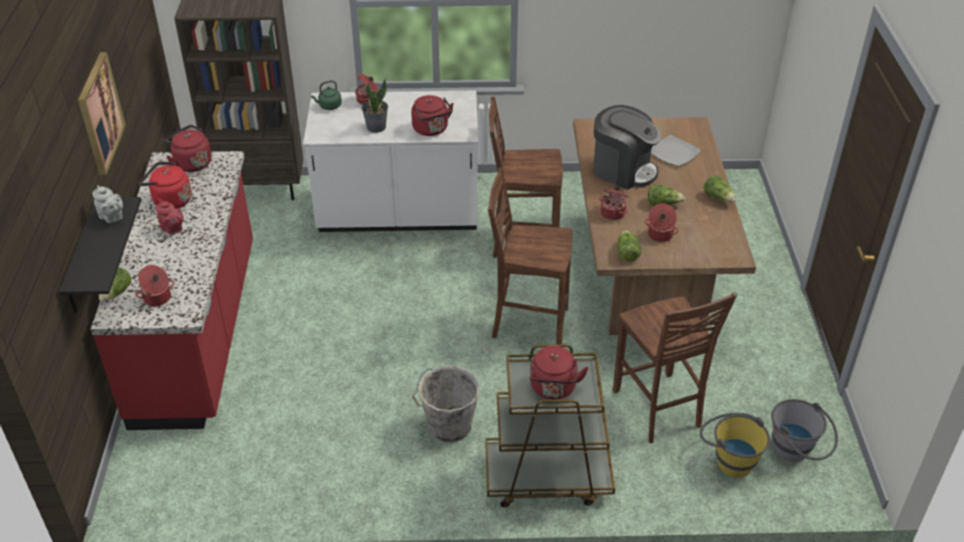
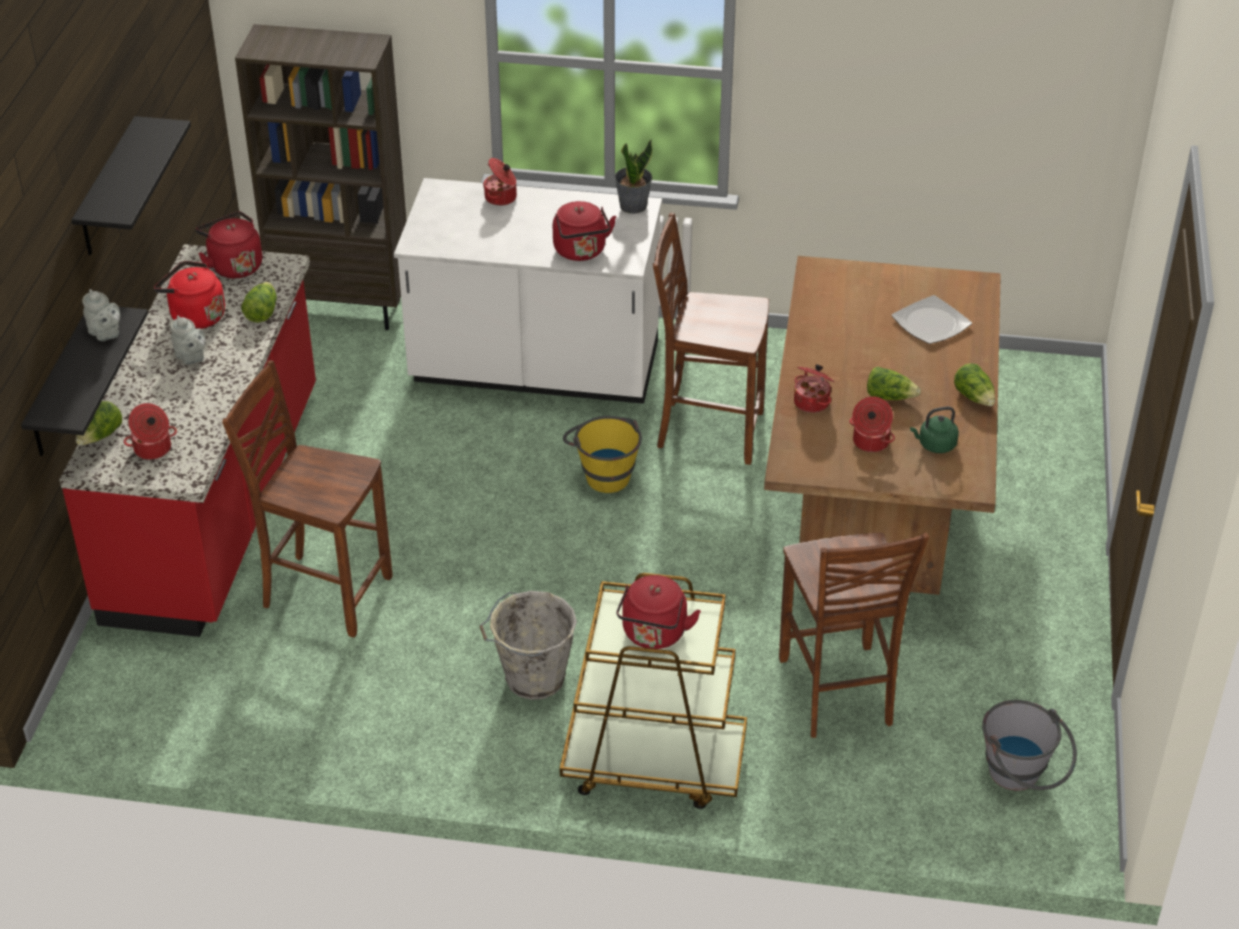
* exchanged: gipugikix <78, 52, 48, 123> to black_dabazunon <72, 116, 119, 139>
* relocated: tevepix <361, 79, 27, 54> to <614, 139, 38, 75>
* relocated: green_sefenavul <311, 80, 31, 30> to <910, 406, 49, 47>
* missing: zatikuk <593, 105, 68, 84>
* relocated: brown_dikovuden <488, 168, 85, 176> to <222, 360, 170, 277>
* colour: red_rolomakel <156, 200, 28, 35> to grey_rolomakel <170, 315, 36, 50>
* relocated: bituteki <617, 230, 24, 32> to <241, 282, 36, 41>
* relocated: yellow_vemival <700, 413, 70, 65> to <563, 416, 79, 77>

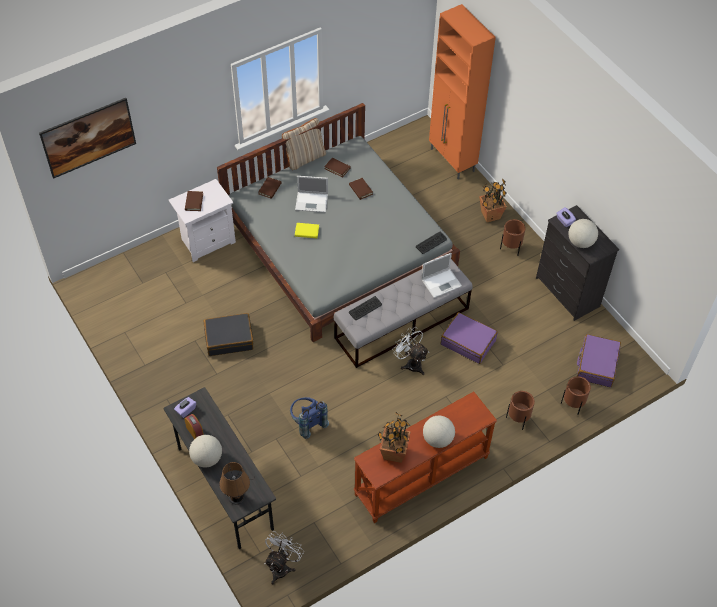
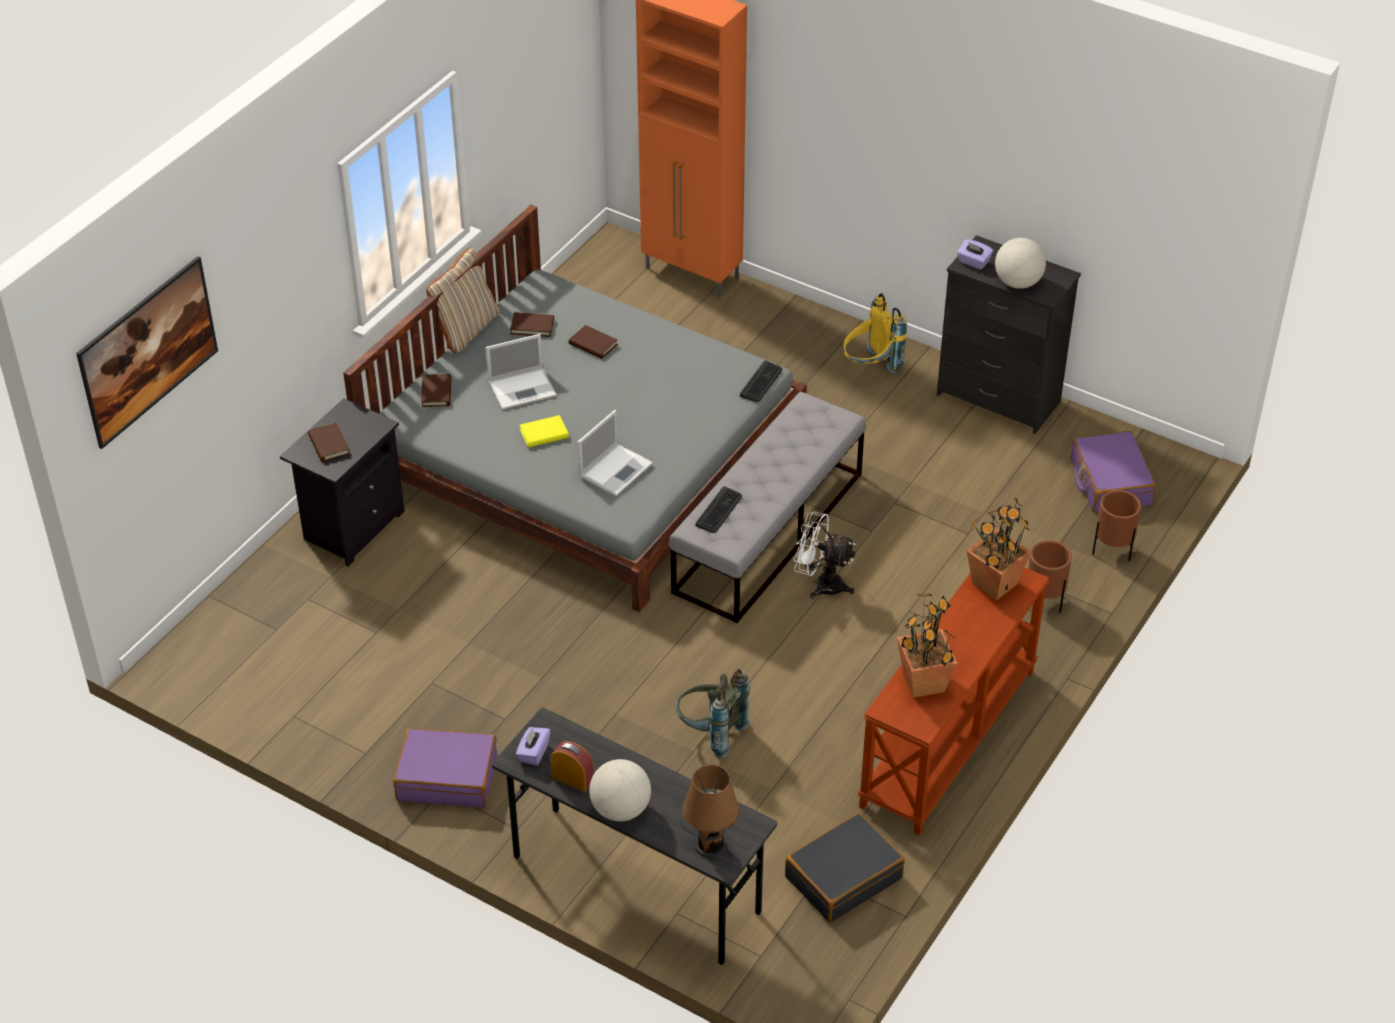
* colour: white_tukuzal <169, 179, 67, 83> to black_tukuzal <280, 398, 125, 169>
* relocated: tevepix <479, 179, 28, 43> to <967, 497, 64, 103>
* exchanged: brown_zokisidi <500, 219, 26, 37> to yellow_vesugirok <843, 293, 64, 80>
* relocated: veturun <421, 253, 41, 45> to <577, 410, 76, 86>
* relocated: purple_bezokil <441, 312, 57, 52> to <393, 728, 104, 80>
* relocated: black_bezokil <204, 313, 50, 43> to <785, 813, 120, 110>
* colour: blue_vesugirok <290, 397, 39, 42> to grey_vesugirok <676, 669, 74, 89>
* missing: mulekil <423, 416, 32, 32>
* missing: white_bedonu <264, 531, 40, 53>

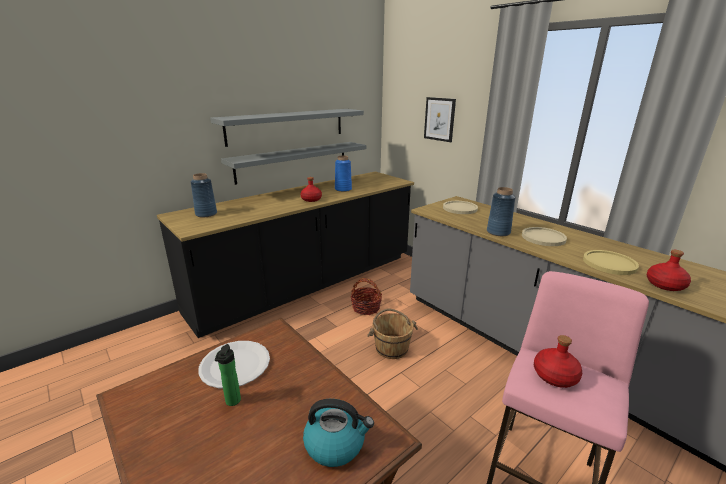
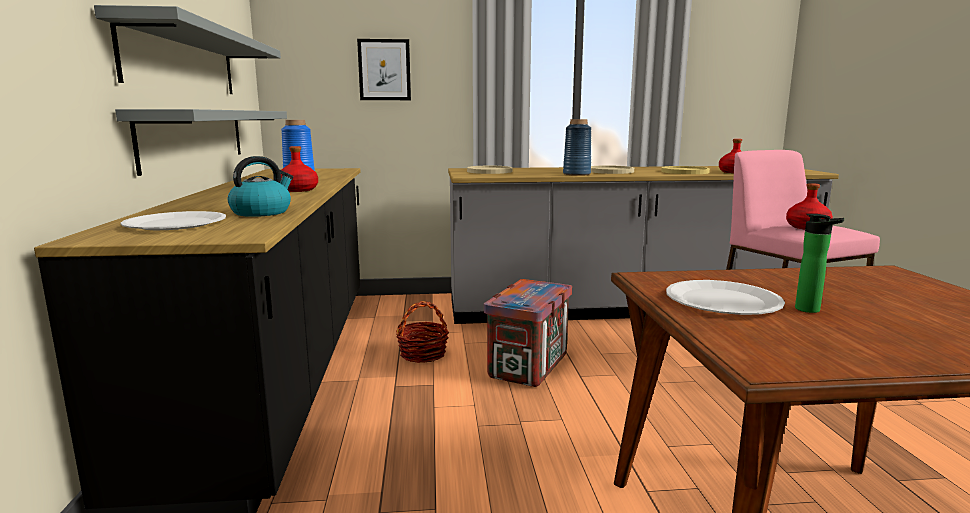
* exchanged: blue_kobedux <191, 173, 26, 44> to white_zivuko <120, 211, 106, 19>
* exchanged: brown_vemival <367, 309, 51, 50> to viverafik <484, 279, 88, 108>
* relocated: sefenavul <303, 399, 71, 68> to <228, 156, 65, 61>

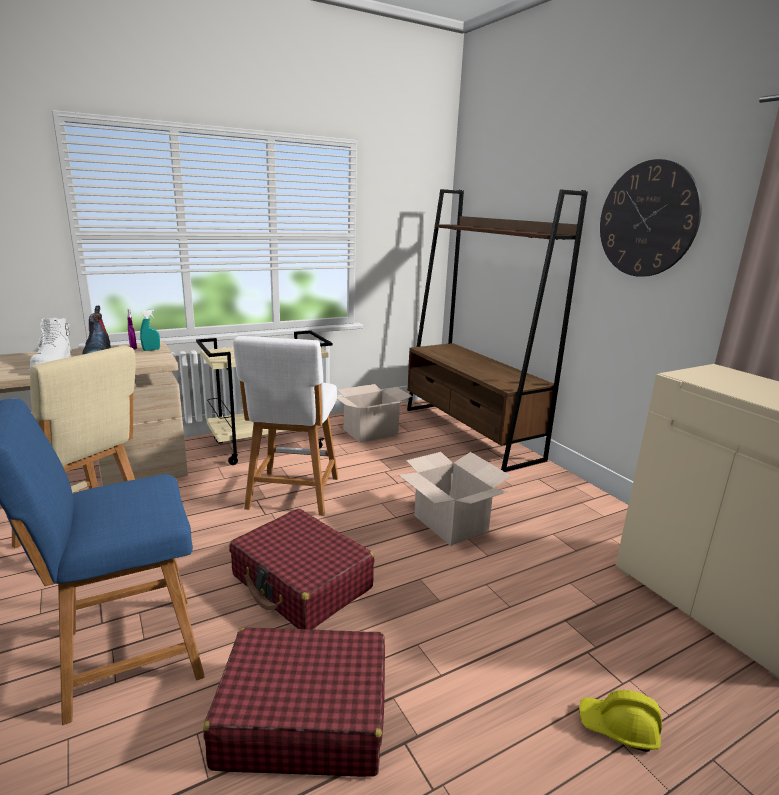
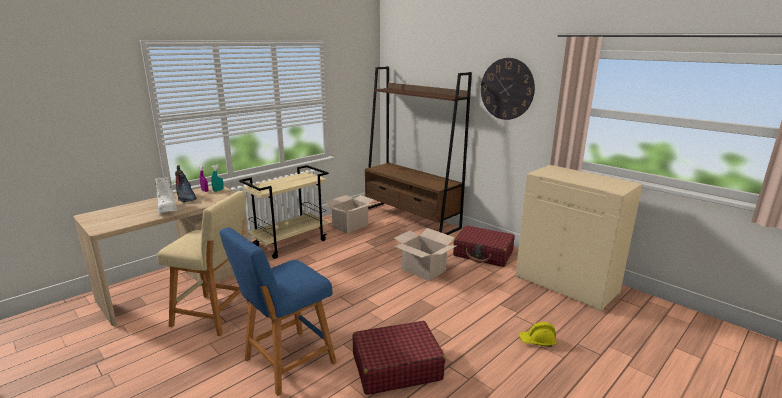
* missing: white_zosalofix <233, 336, 105, 180>
* relocated: red_bezokil <229, 509, 146, 121> to <453, 225, 62, 42>

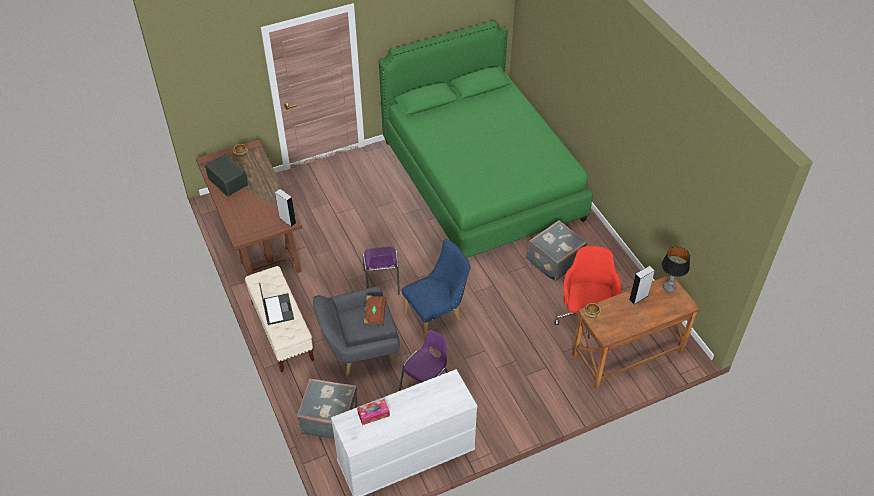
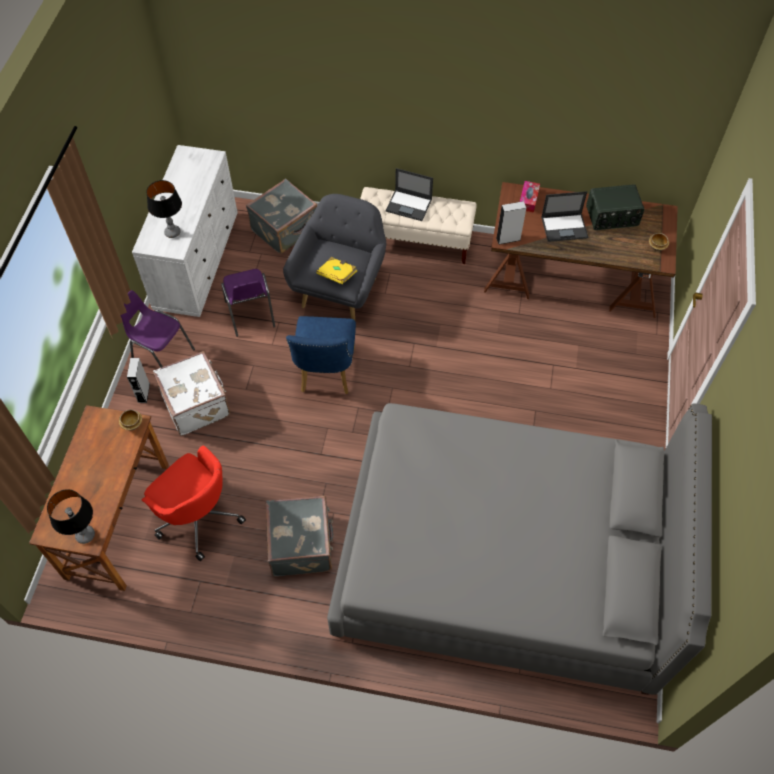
* colour: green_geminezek <379, 21, 214, 237> to grey_geminezek <327, 403, 385, 292>
* relocated: purple_dikovuden <363, 246, 37, 48> to <120, 290, 75, 78>
* relocated: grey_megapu <629, 266, 26, 39> to <127, 358, 23, 45>
* colour: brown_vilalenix <364, 295, 22, 30> to yellow_vilalenix <316, 257, 41, 27>
* relocated: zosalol <357, 399, 33, 26> to <520, 181, 20, 32>
* appeared: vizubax <146, 180, 36, 58>
* appeared: veturun <541, 191, 47, 51>
* appeared: white_bezokil <153, 351, 77, 85>

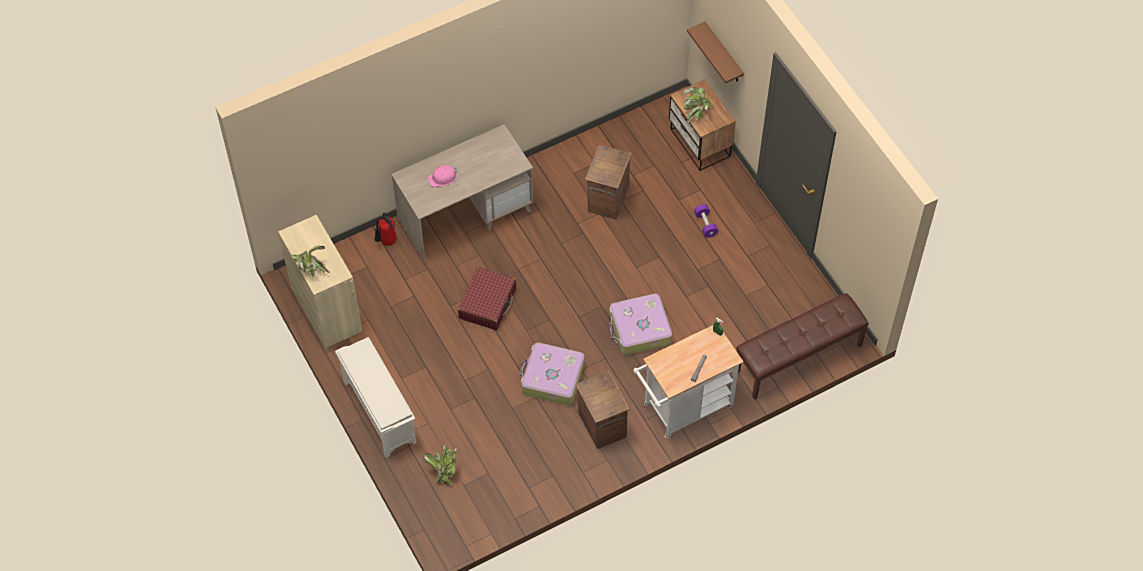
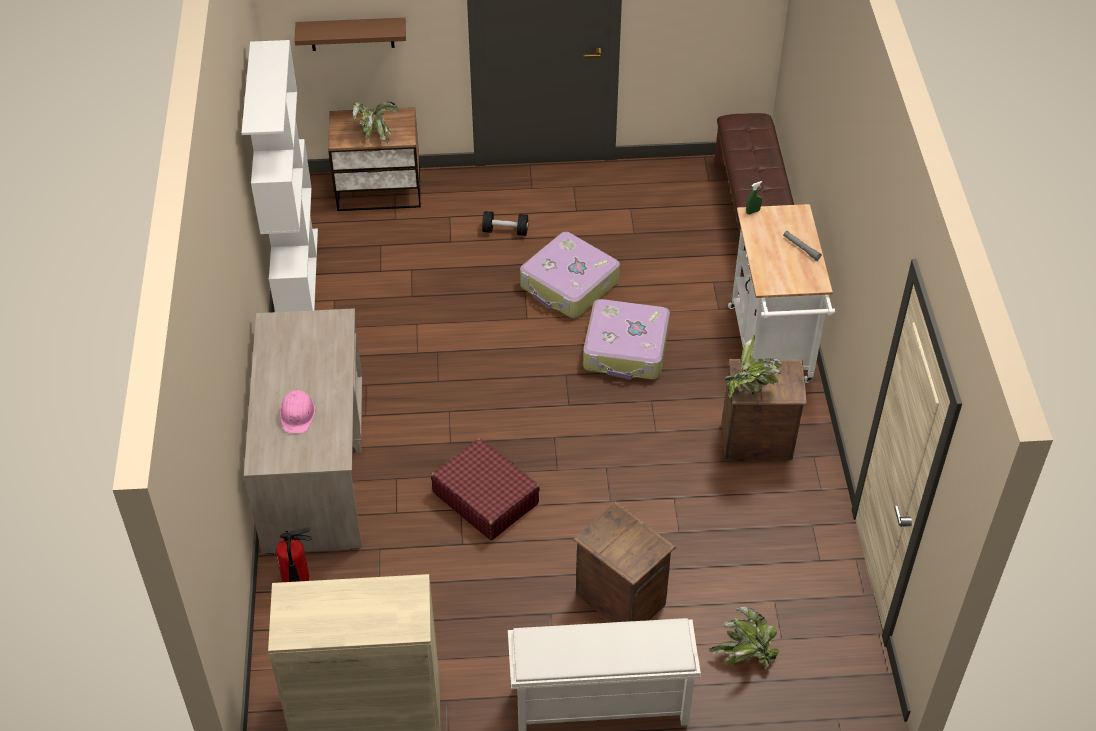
* relocated: viverafik <585, 145, 47, 75> to <573, 502, 103, 120>
* colour: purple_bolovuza <694, 204, 24, 33> to black_bolovuza <482, 211, 46, 25>
* relocated: tevepix <291, 245, 38, 32> to <725, 335, 57, 63>
* relocated: bezokil <520, 342, 64, 63> to <520, 232, 100, 86>
* appeared: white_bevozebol <242, 40, 76, 272>

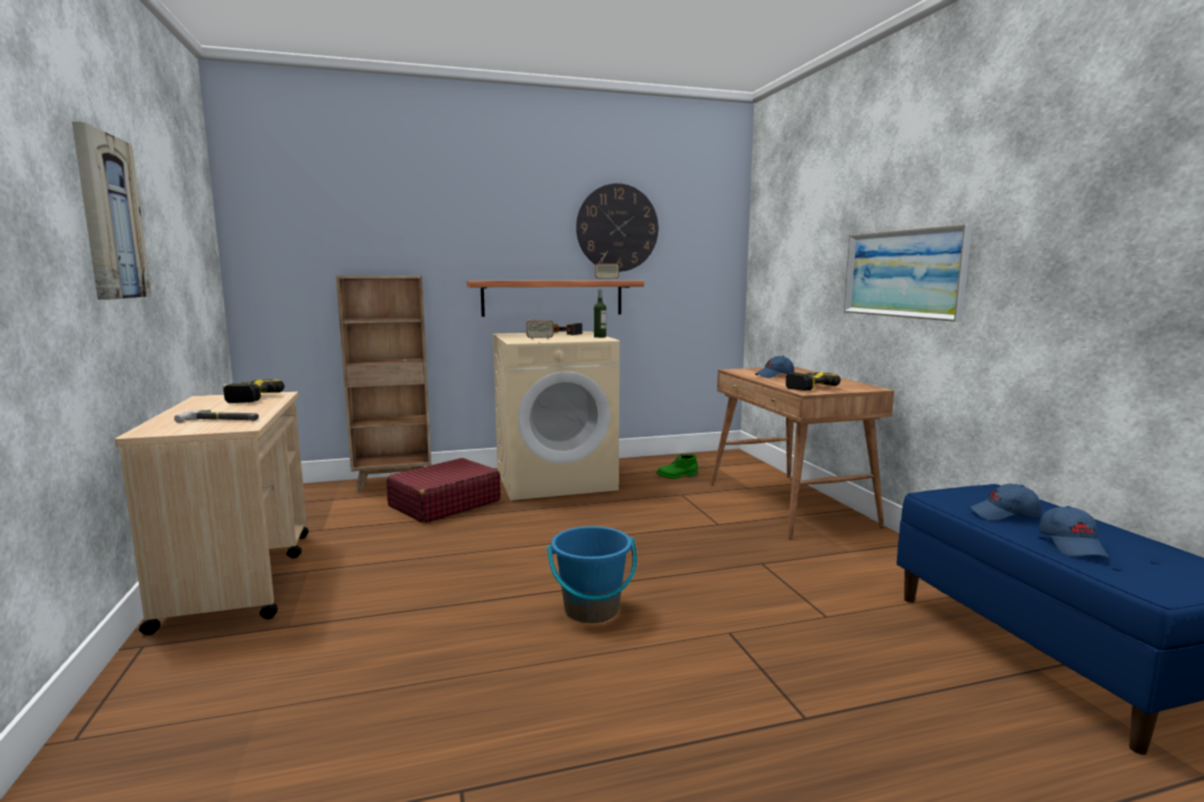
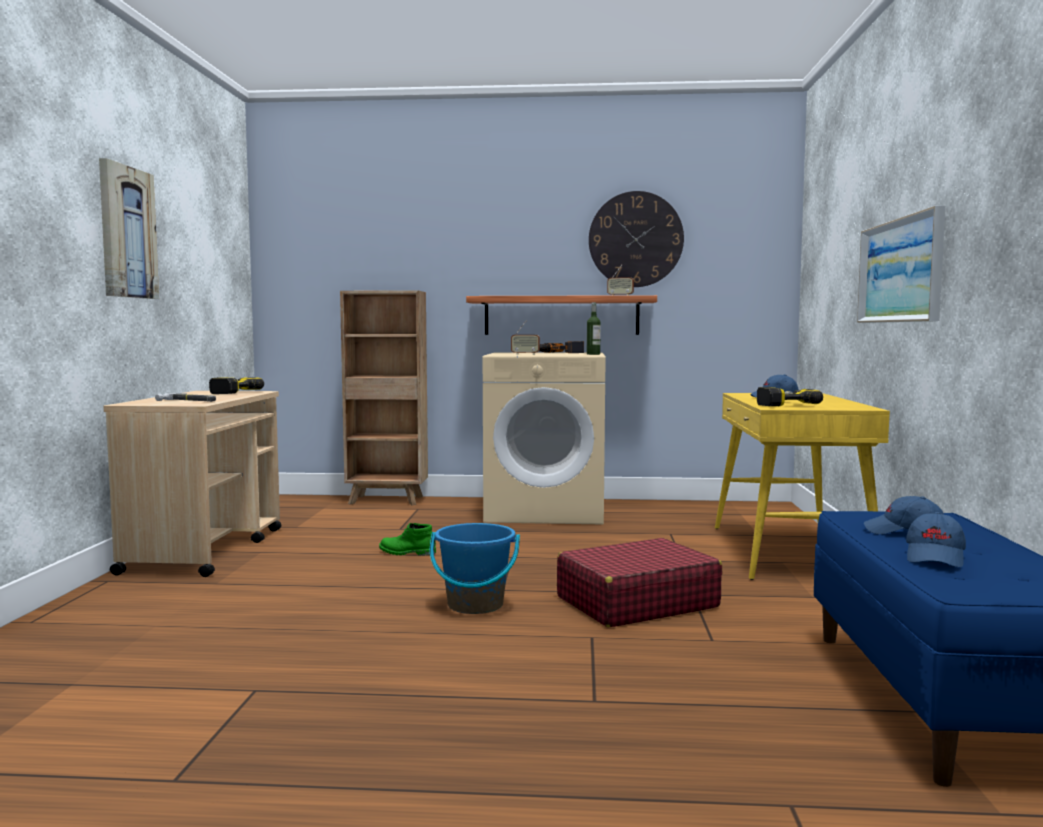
* colour: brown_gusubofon <711, 367, 183, 172> to yellow_gusubofon <715, 393, 175, 187>
* relocated: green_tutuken <656, 454, 42, 25> to <379, 523, 57, 33>
* relocated: red_bezokil <386, 458, 115, 65> to <557, 538, 165, 89>

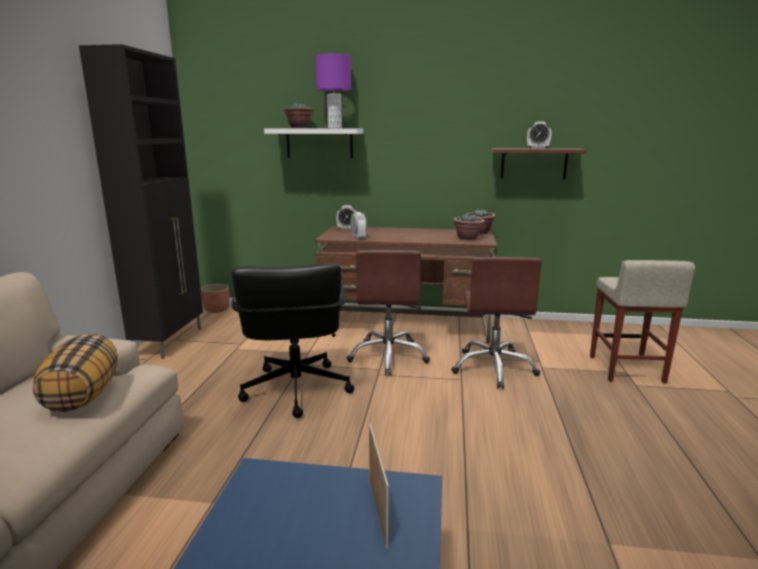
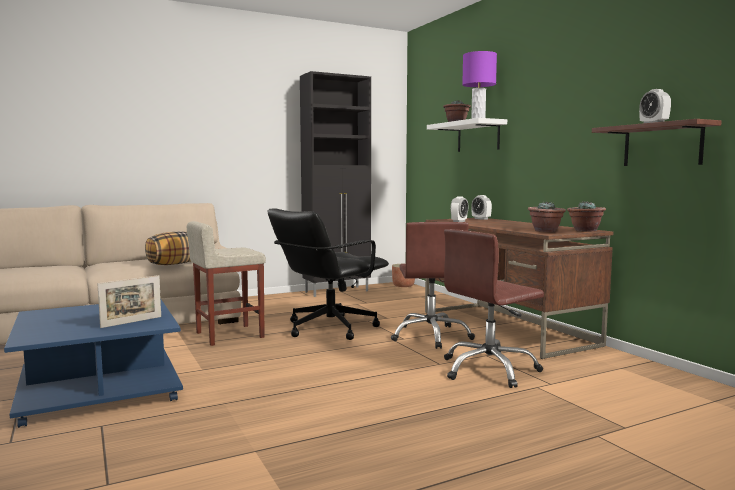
* spun: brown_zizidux <347, 250, 83, 125> = <391, 222, 84, 127> 60 degrees counterclockwise
* relocated: beige_zosalofix <590, 260, 105, 124> to <187, 221, 79, 125>

